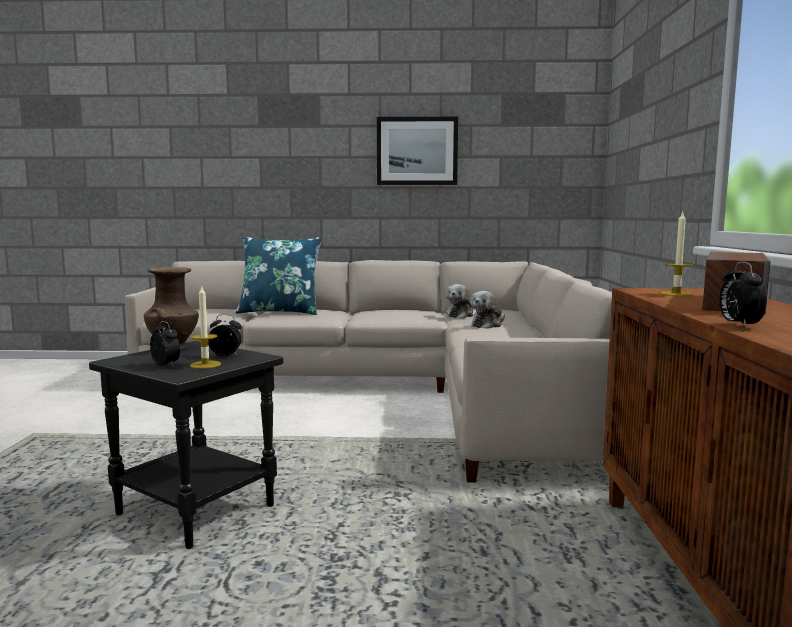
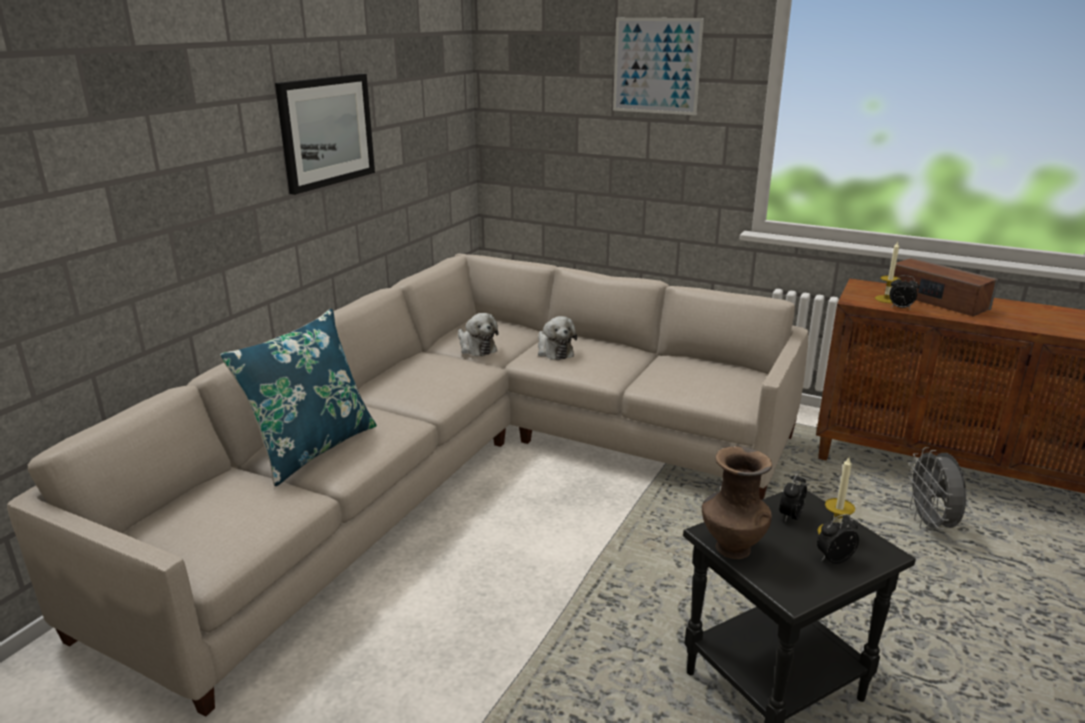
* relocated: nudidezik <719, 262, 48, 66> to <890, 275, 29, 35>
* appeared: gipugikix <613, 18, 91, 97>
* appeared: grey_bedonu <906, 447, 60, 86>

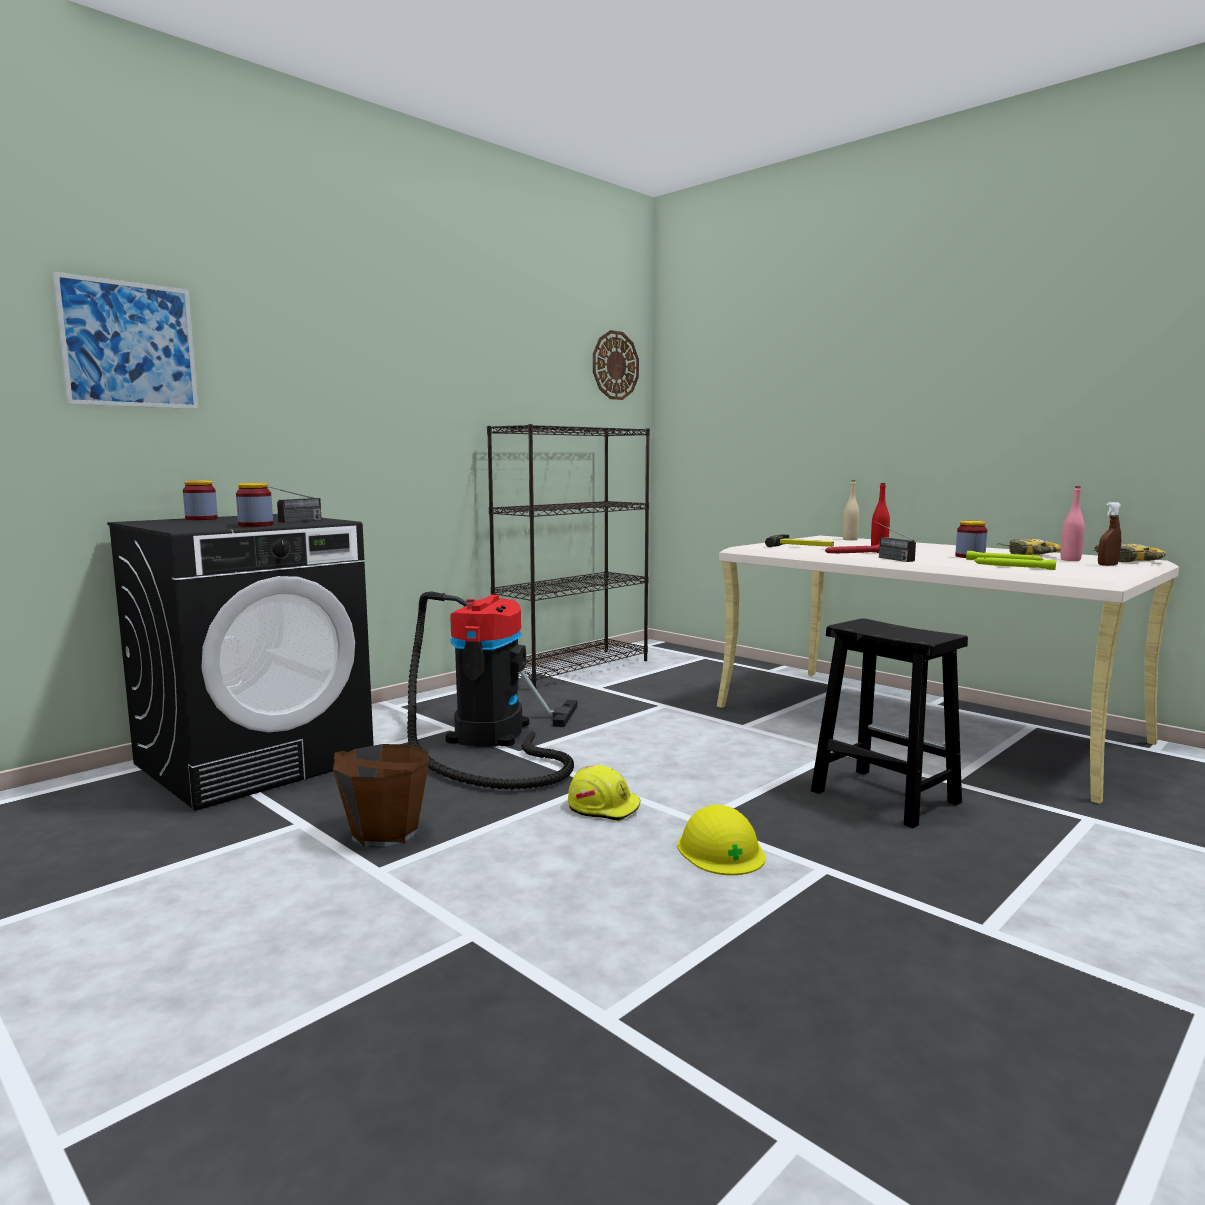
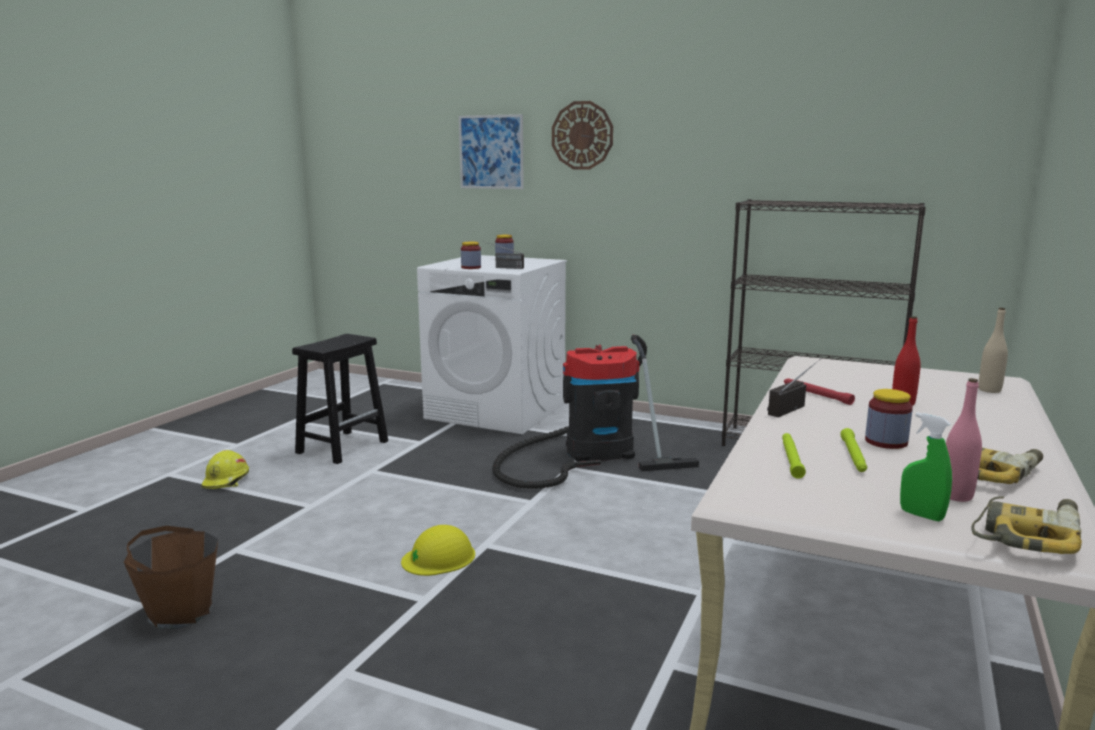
* relocated: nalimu <593, 330, 46, 70> to <552, 101, 61, 69>
* colour: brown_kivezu <1098, 502, 23, 64> to green_kivezu <900, 412, 52, 109>
* colour: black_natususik <107, 514, 267, 297> to white_natususik <417, 255, 150, 179>
* missing: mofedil <765, 534, 69, 13>
* relocated: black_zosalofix <811, 618, 157, 210> to <292, 334, 96, 130>
* relocated: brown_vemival <333, 744, 96, 104> to <124, 526, 94, 103>
* relocated: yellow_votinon <568, 765, 73, 56> to <202, 450, 47, 39>

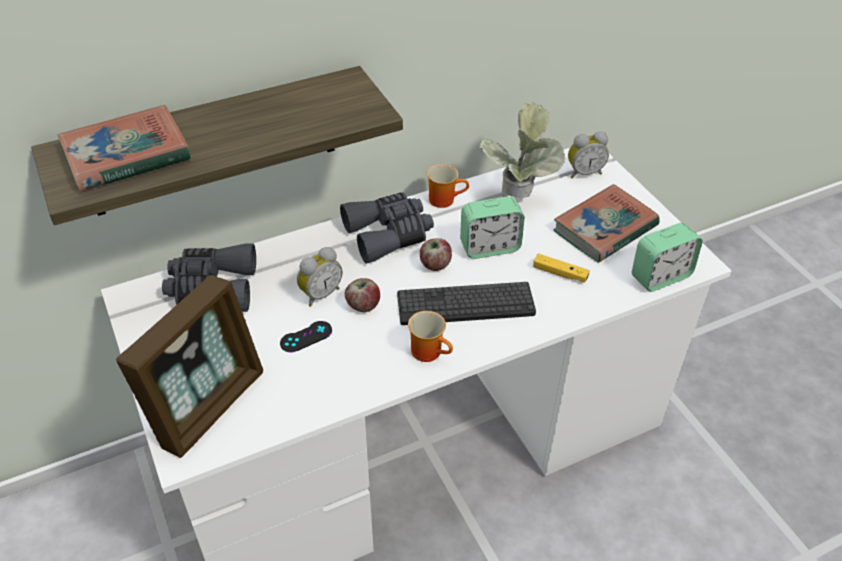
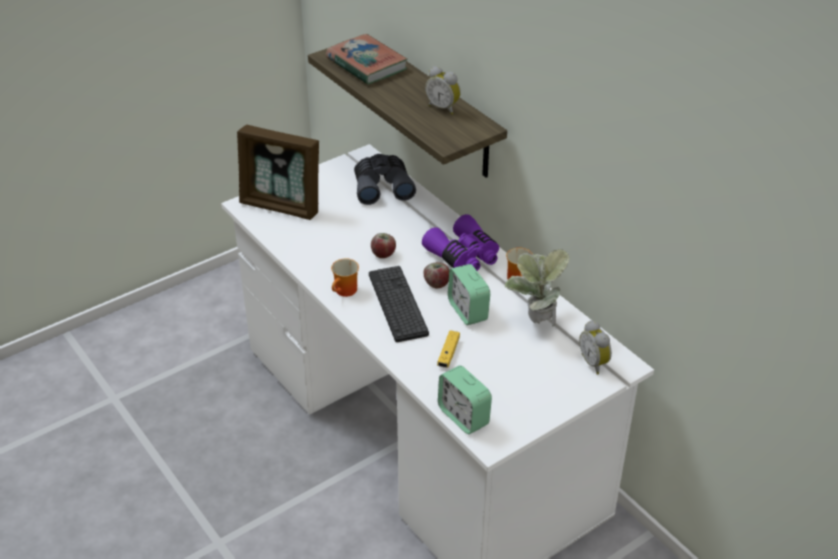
* missing: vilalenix <553, 184, 107, 79>
* colour: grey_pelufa <340, 192, 94, 71> to purple_pelufa <422, 214, 77, 57>
* relocated: nudidezik <297, 247, 45, 60> to <425, 66, 36, 49>
* missing: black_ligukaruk <280, 321, 52, 31>

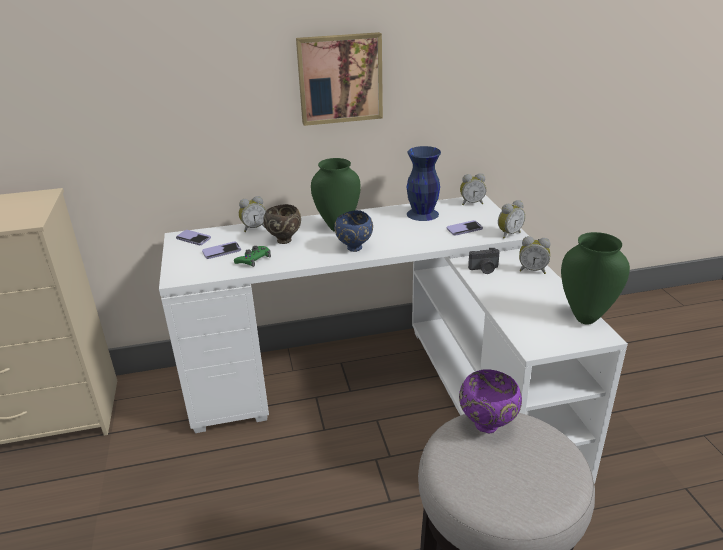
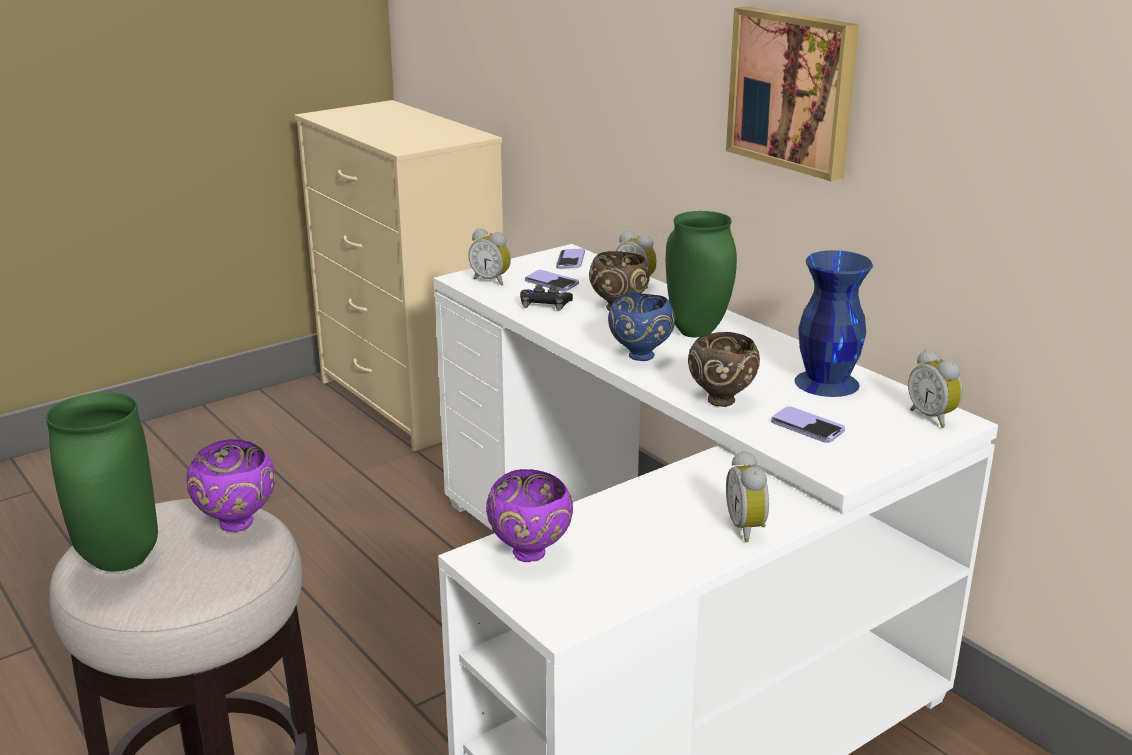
* relocated: nudidezik <498, 200, 27, 39> to <469, 228, 42, 58>
* relocated: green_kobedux <561, 232, 69, 93> to <46, 392, 112, 179>
* colour: green_ligukaruk <234, 246, 37, 21> to black_ligukaruk <520, 284, 53, 27>
* missing: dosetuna <468, 248, 32, 26>
* appeared: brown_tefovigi <688, 332, 72, 75>
* appeared: purple_tefovigi <486, 469, 87, 93>

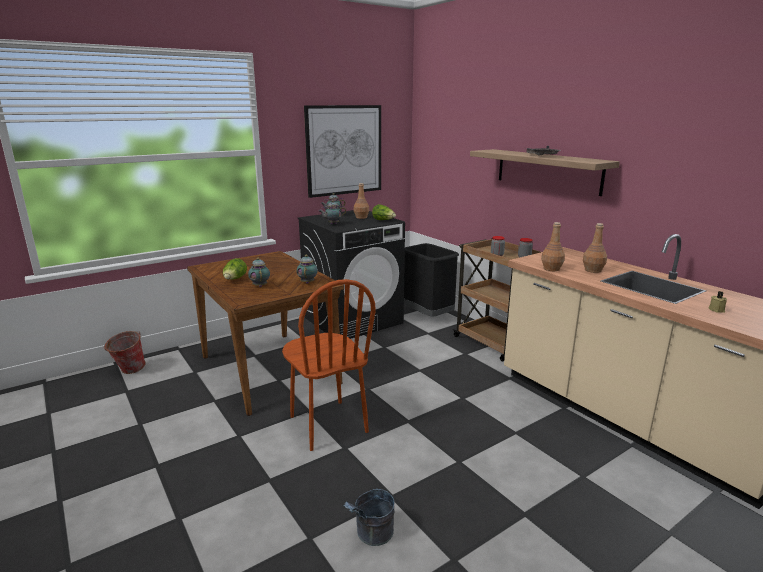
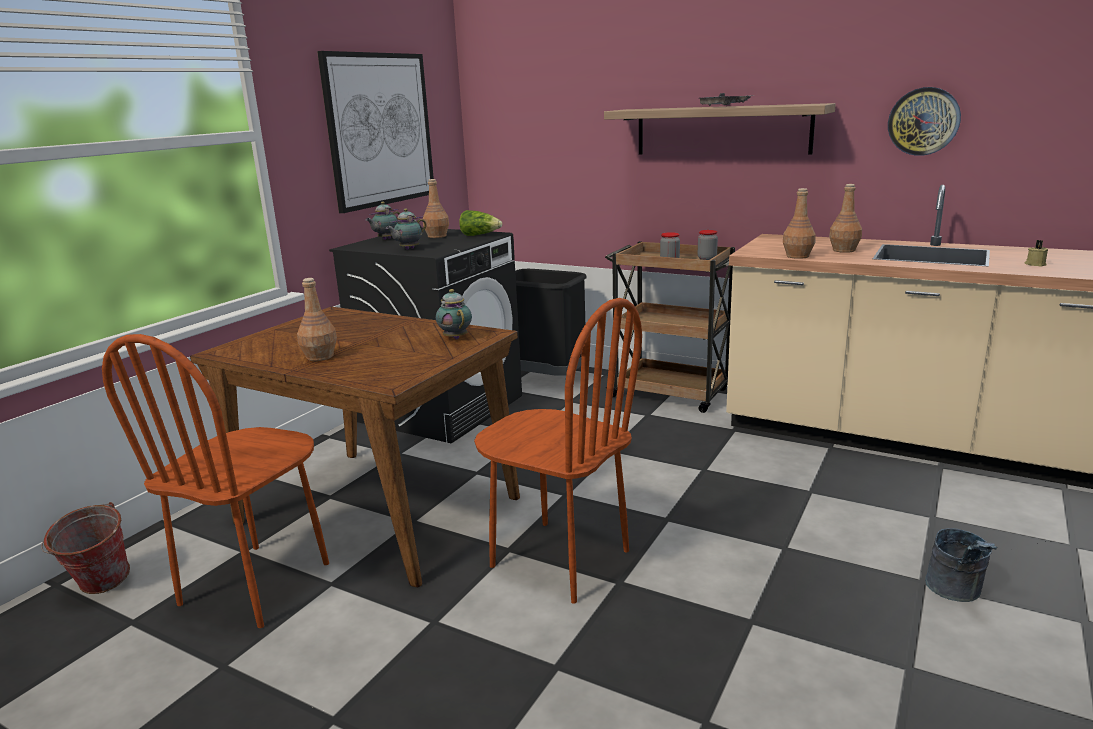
* exchanged: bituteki <223, 258, 24, 22> to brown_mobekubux <297, 278, 40, 83>
* missing: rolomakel <248, 258, 22, 29>
* relocated: grey_vemival <343, 489, 52, 57> to <925, 528, 72, 74>
* appeared: nalimu <888, 87, 73, 69>
* appeared: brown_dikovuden <102, 334, 227, 294>

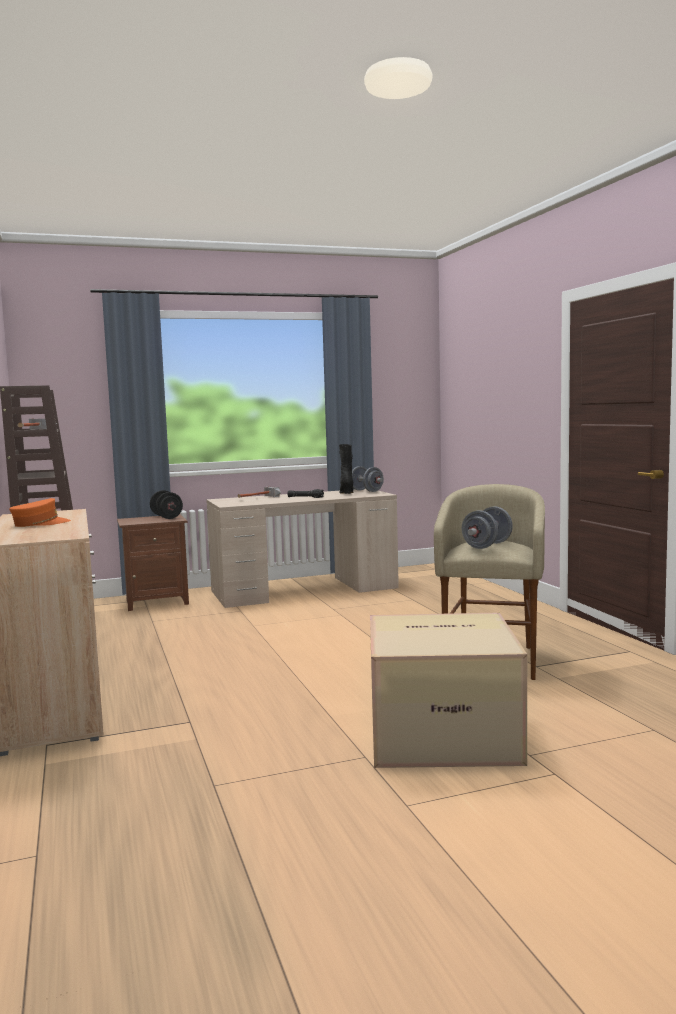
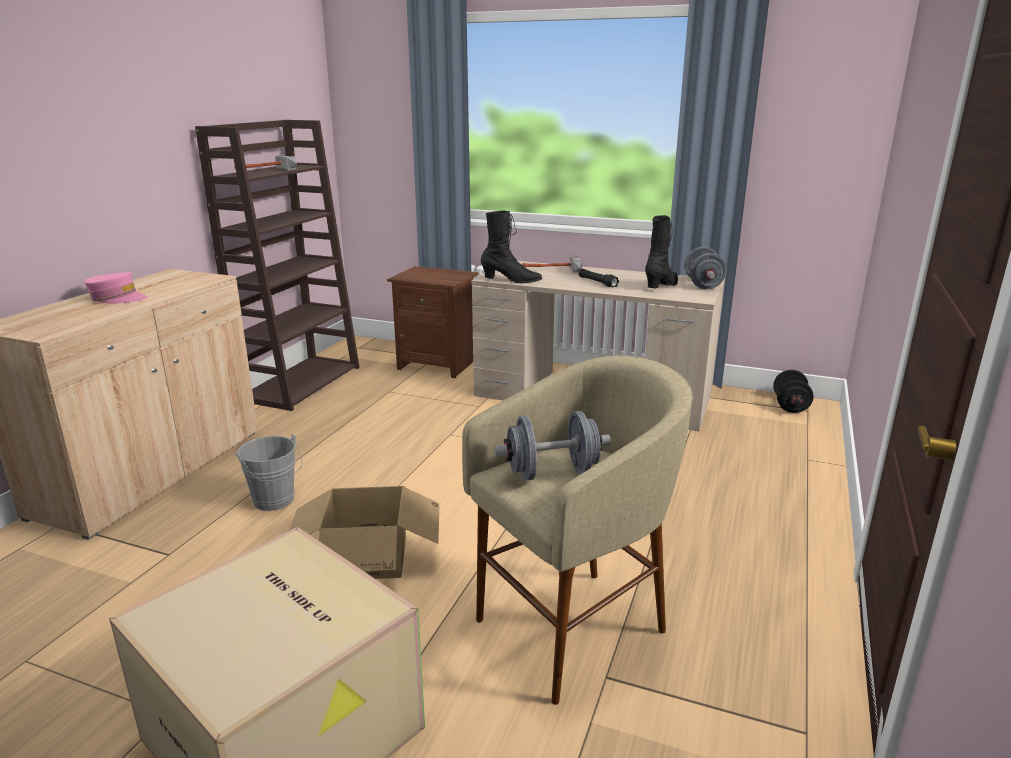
* relocated: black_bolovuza <150, 490, 33, 29> to <773, 370, 41, 43>
* colour: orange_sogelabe <9, 498, 62, 29> to pink_sogelabe <84, 272, 64, 32>
* appeared: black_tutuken <481, 211, 61, 72>
* appeared: grey_vemival <235, 434, 67, 77>
* appeared: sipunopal <289, 486, 151, 93>

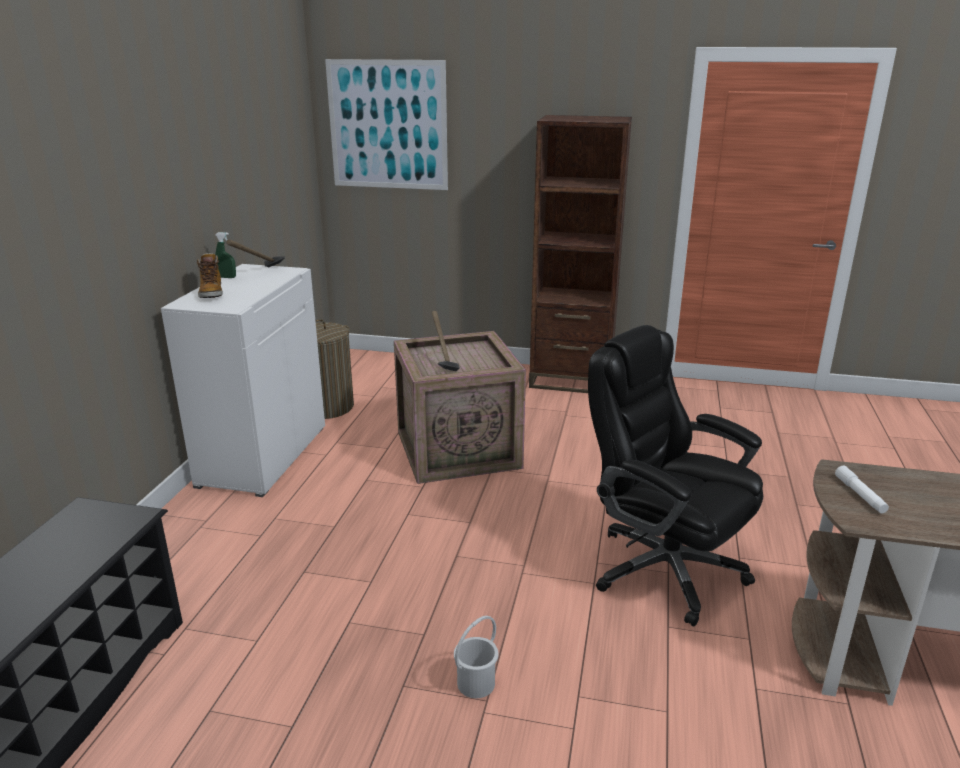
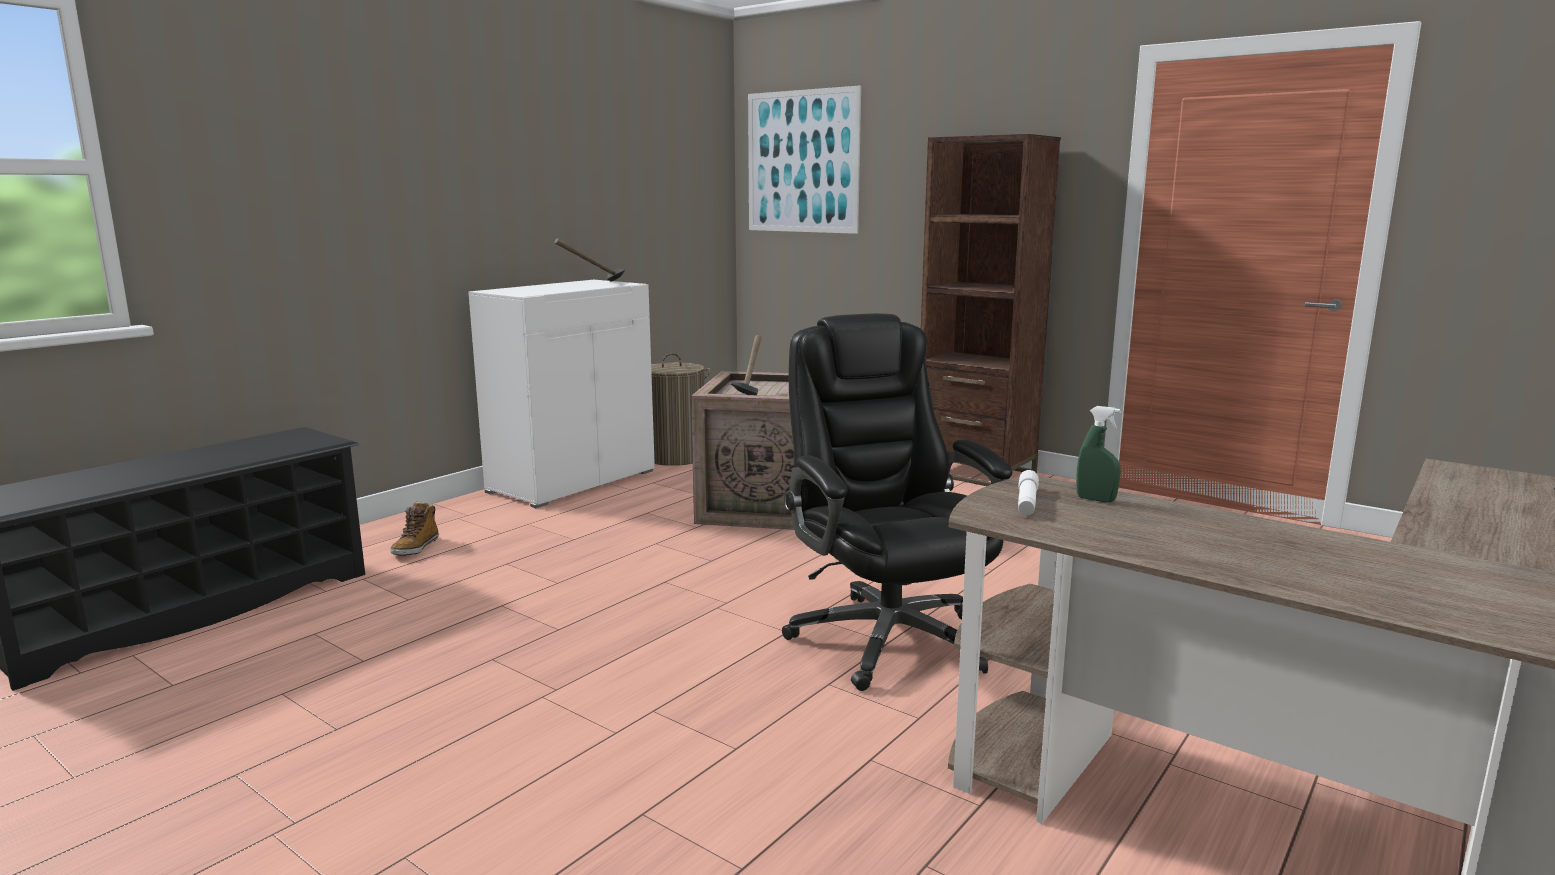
* relocated: green_kivezu <215, 232, 21, 46> to <1076, 406, 45, 96>
* relocated: tutuken <197, 253, 26, 45> to <390, 501, 49, 55>
* missing: white_vemival <454, 616, 45, 82>

